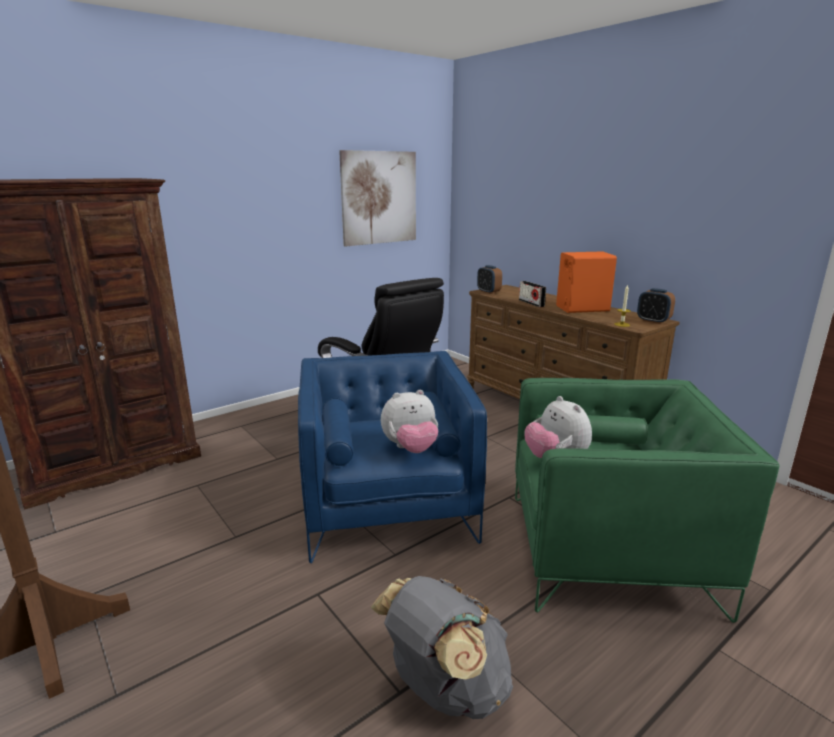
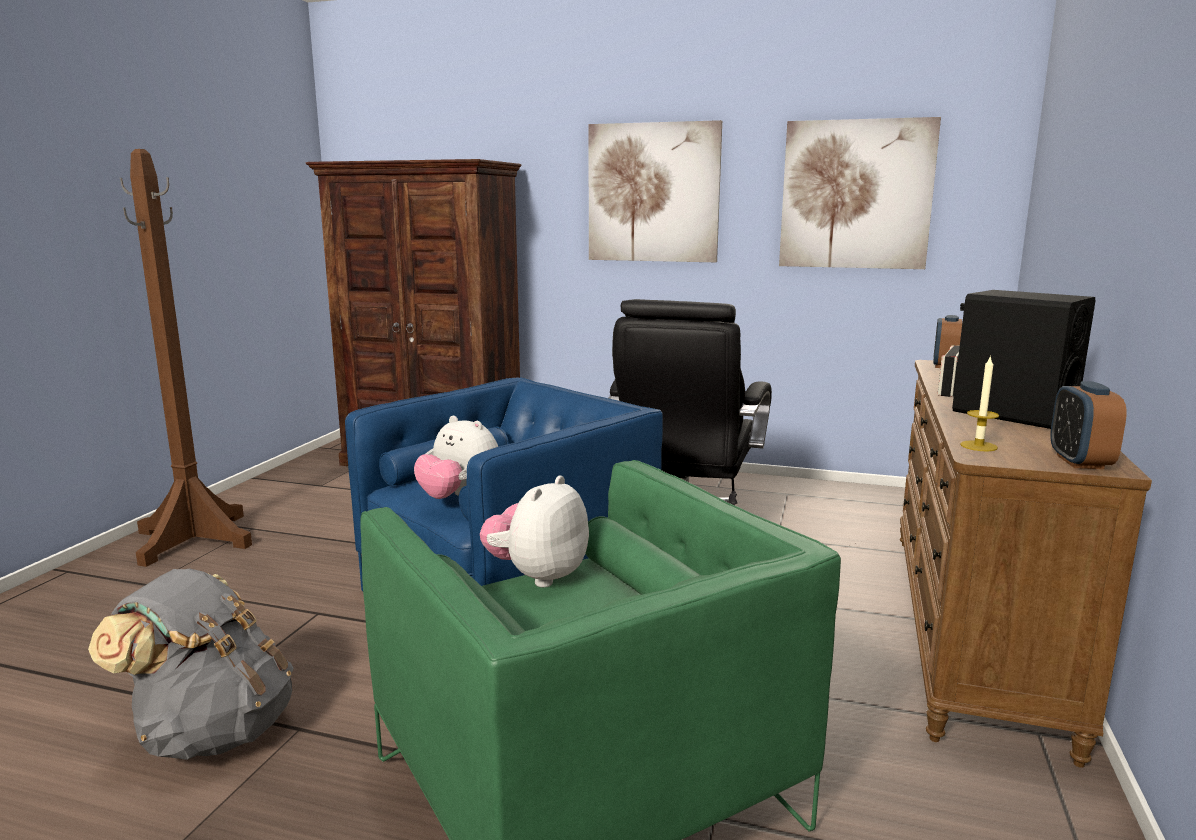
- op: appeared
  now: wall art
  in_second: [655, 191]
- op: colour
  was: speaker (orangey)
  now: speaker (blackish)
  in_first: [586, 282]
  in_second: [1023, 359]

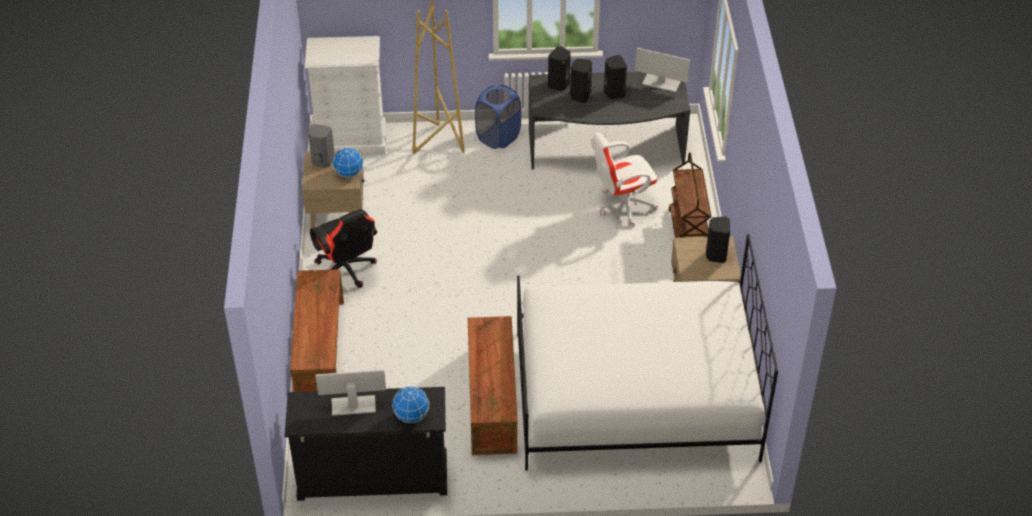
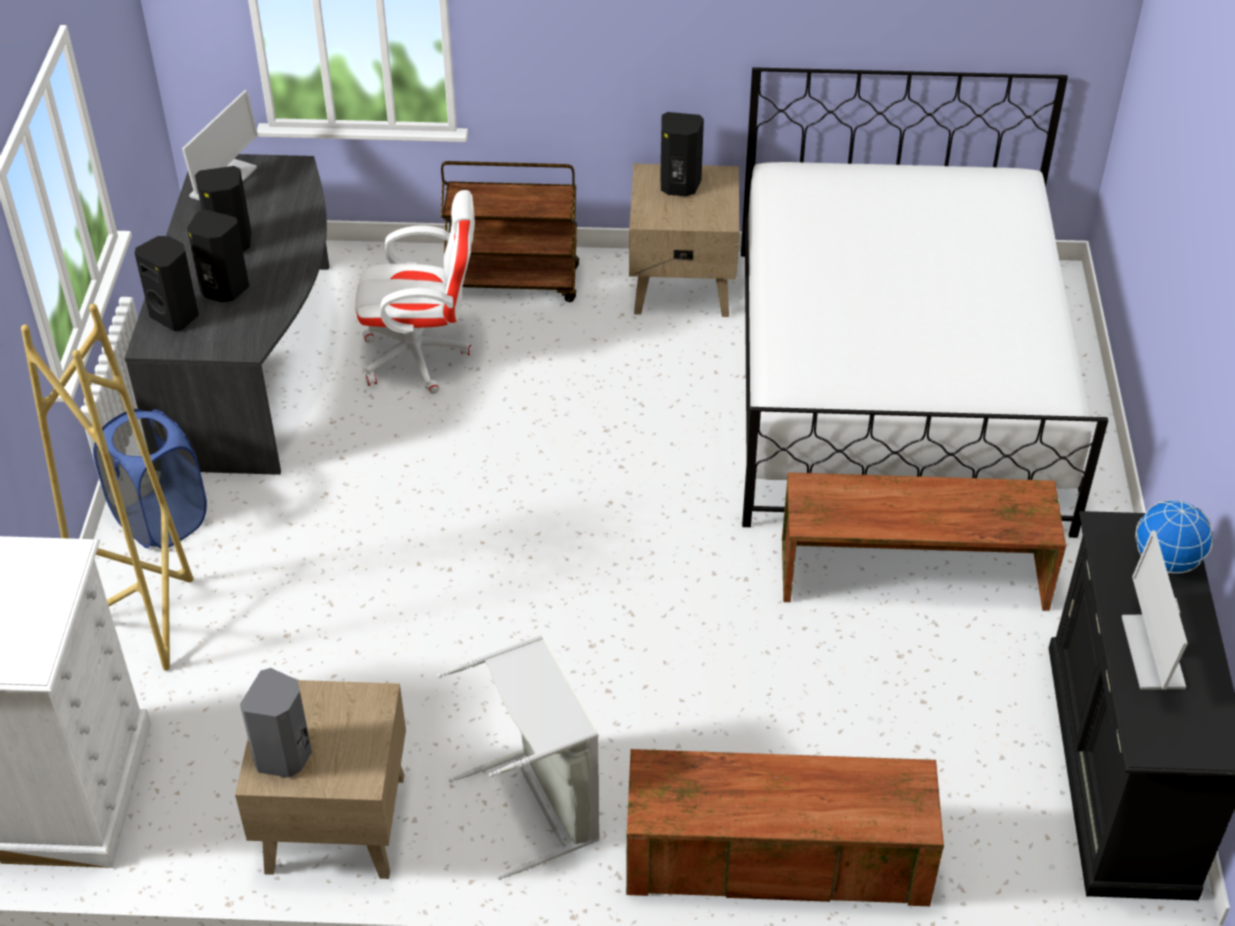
- op: spun
  was: office chair (white)
  in_first: [624, 180]
  in_second: [415, 292]
  clockwise: -75
- op: exchanged
  was: office chair (blackish)
  now: washing basket (greyish)
  in_first: [343, 248]
  in_second: [518, 757]
- op: missing
  was: desk globe
  in_first: [348, 162]

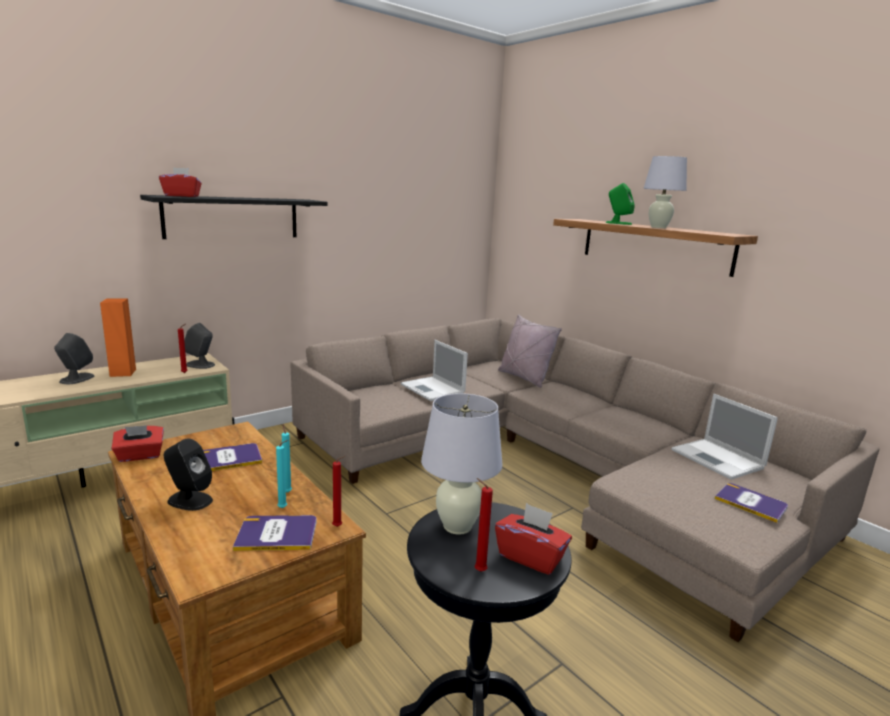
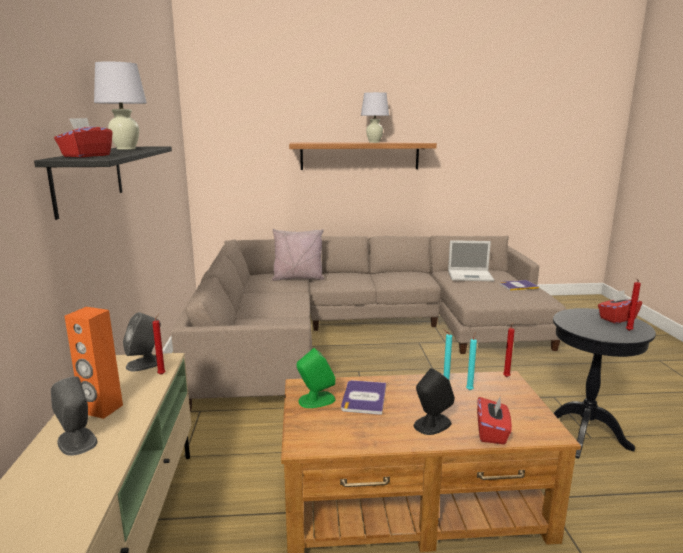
- op: relocated
  was: table lamp (white)
  in_first: [461, 464]
  in_second: [120, 105]
- op: relocated
  was: speaker (greenish)
  in_first: [620, 204]
  in_second: [316, 378]
- op: relocated
  was: tissue box (red-coloured)
  in_first: [137, 443]
  in_second: [494, 420]
- op: missing
  was: volume
  in_first: [275, 533]
- op: missing
  was: laptop
  in_first: [434, 370]

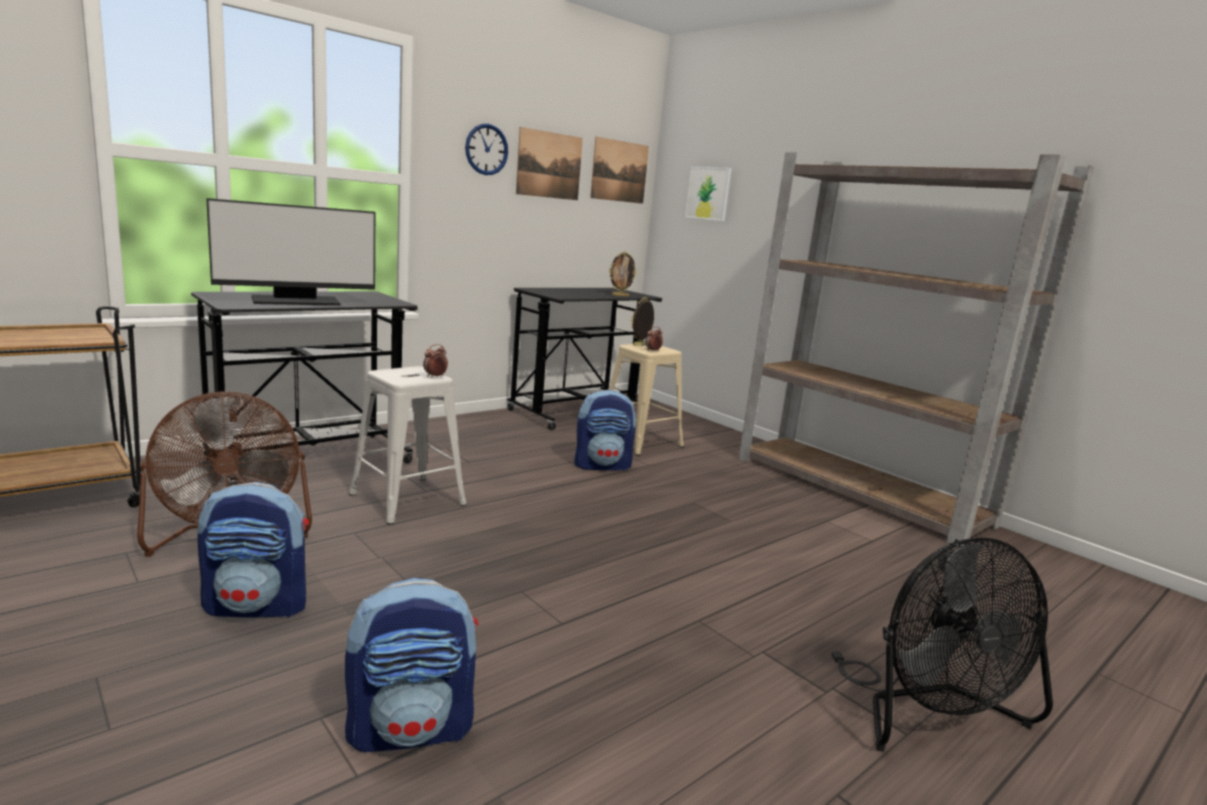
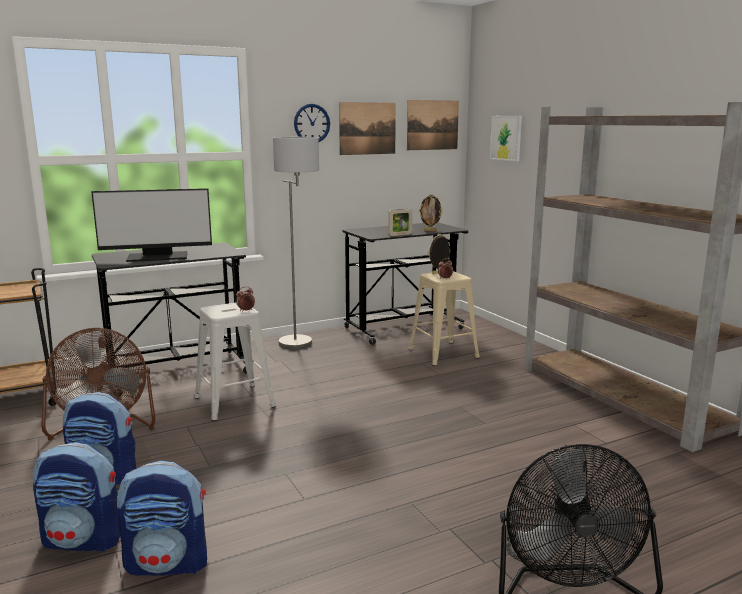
- op: relocated
  was: rucksack
  in_first: [605, 430]
  in_second: [76, 497]
- op: appeared
  now: standard lamp (greyish)
  in_second: [296, 243]
- op: appeared
  now: standing frame
  in_second: [400, 222]

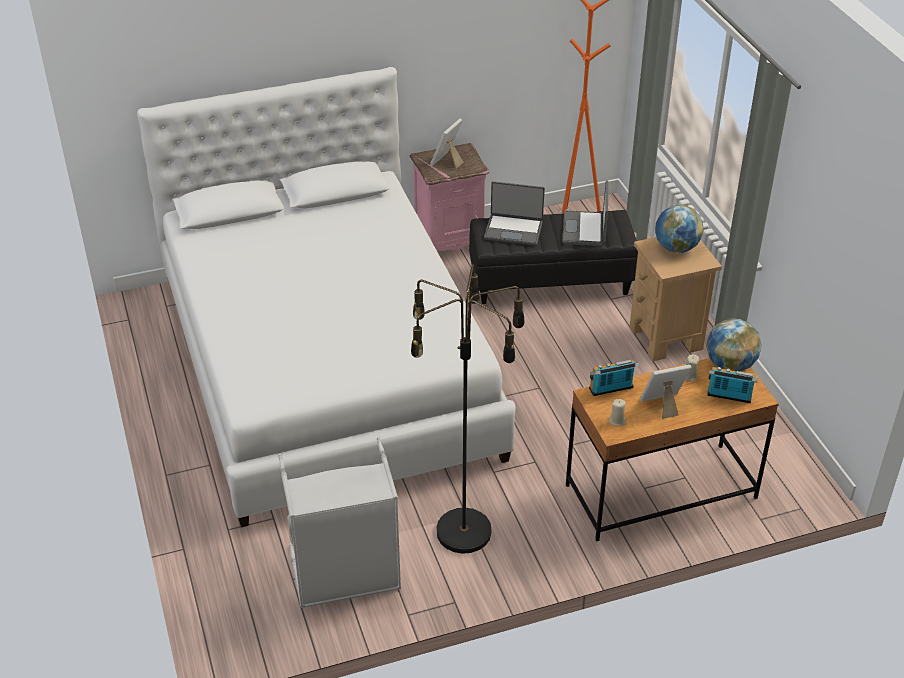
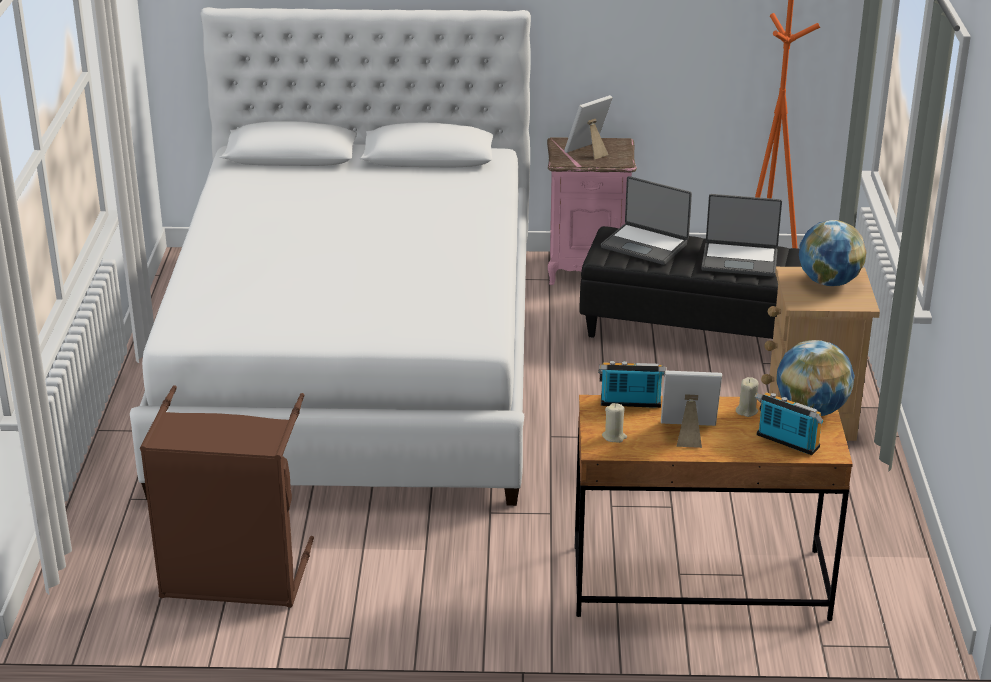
- op: colour
  was: washing basket (greyish)
  now: washing basket (brown)
  in_first: [339, 522]
  in_second: [227, 496]
- op: spun
  was: laptop
  in_first: [585, 213]
  in_second: [741, 235]
  clockwise: -105
- op: missing
  was: standard lamp
  in_first: [467, 409]

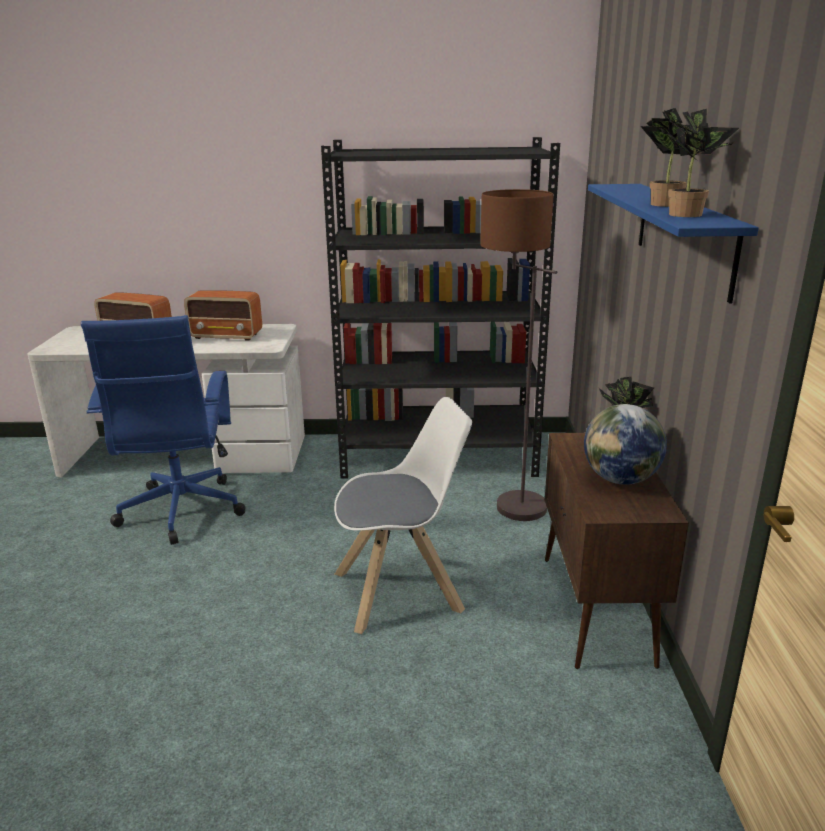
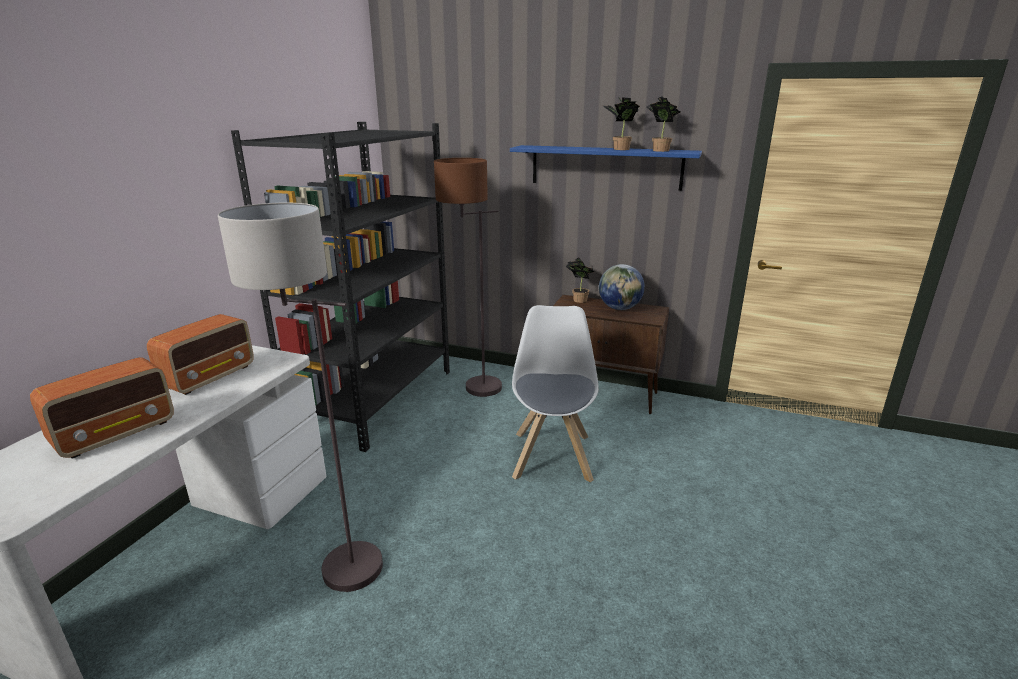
- op: exchanged
  was: office chair (blue-coloured)
  now: standard lamp (greyish)
  in_first: [163, 430]
  in_second: [300, 397]

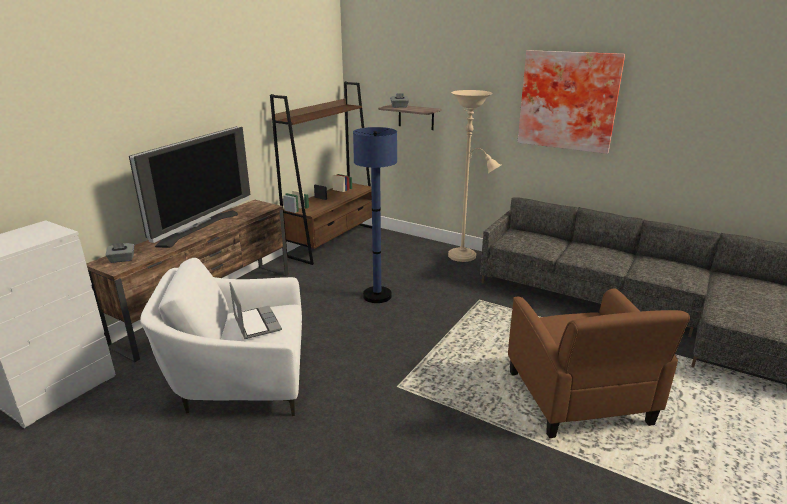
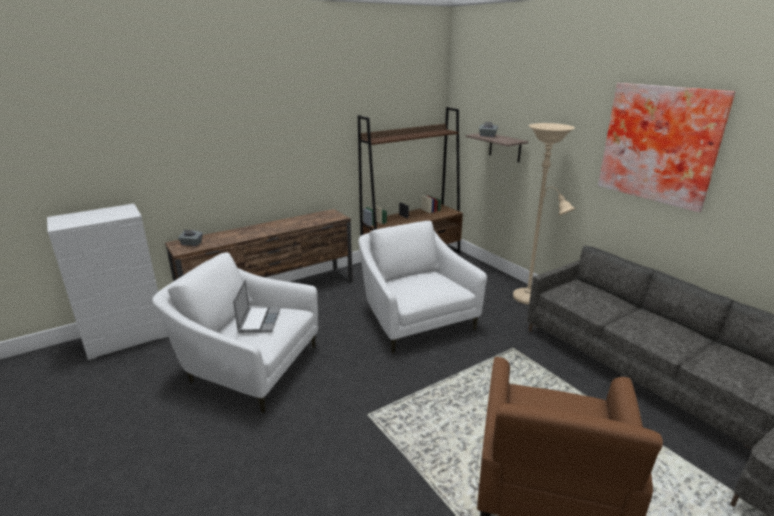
- op: exchanged
  was: standard lamp (blue-coloured)
  now: lounge chair (white)
  in_first: [375, 215]
  in_second: [422, 287]
- op: missing
  was: TV
  in_first: [189, 187]

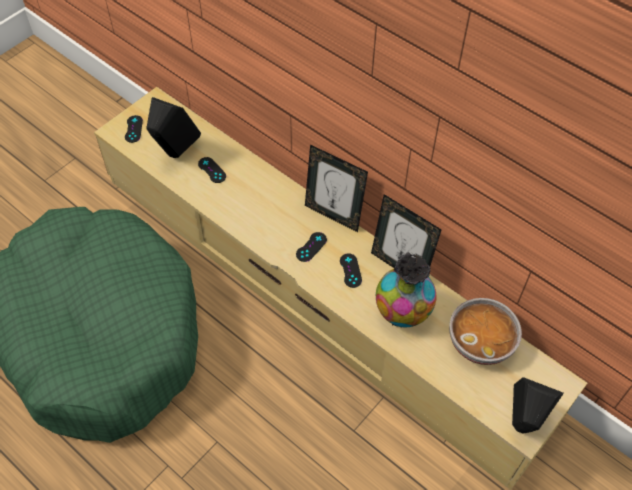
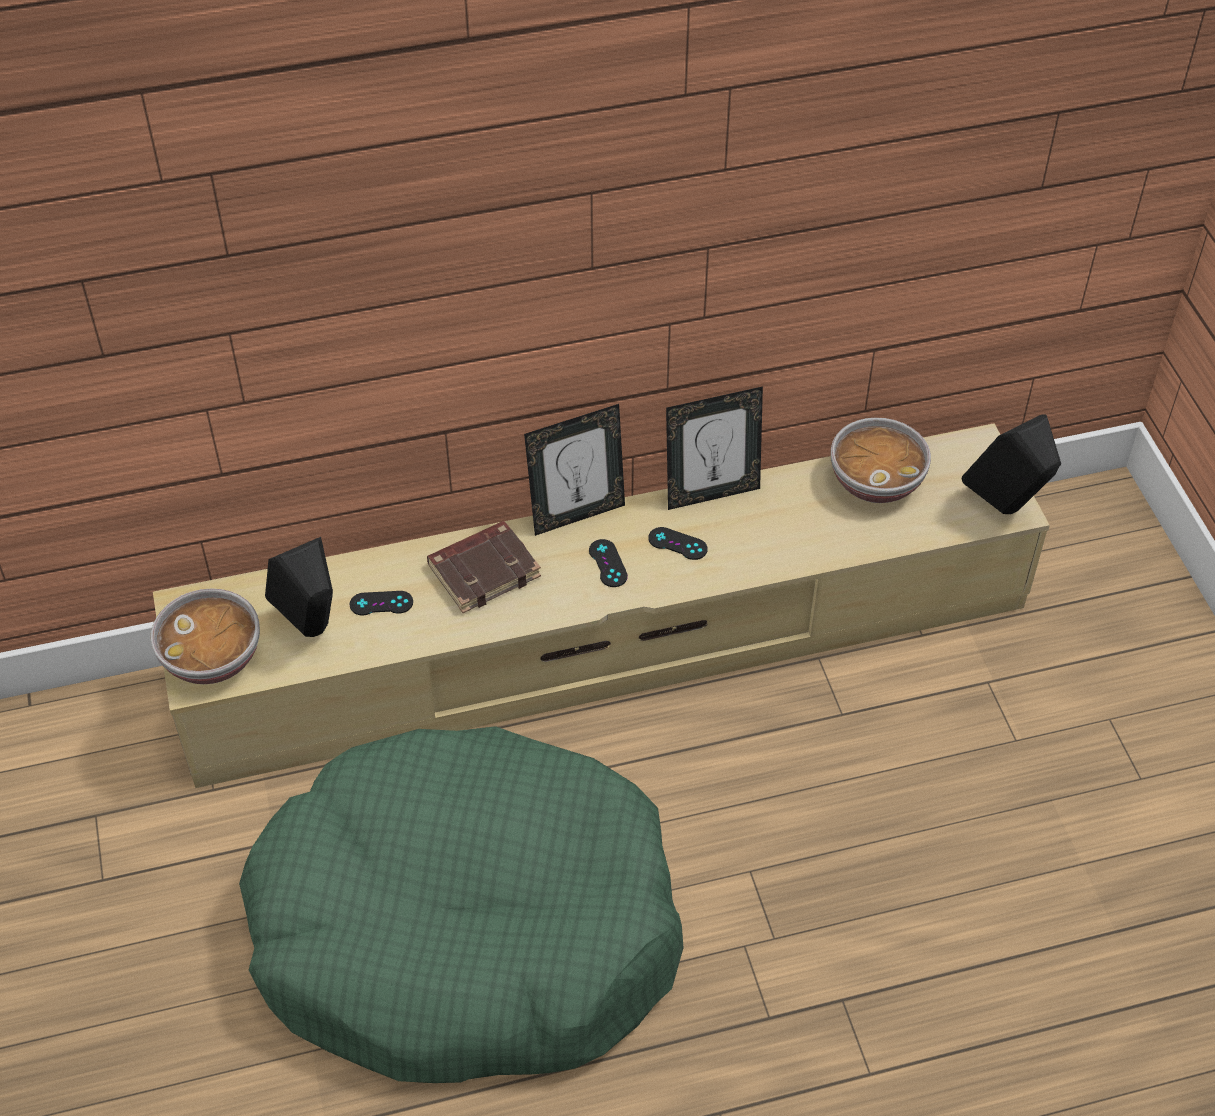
- op: exchanged
  was: game controller (blackish)
  now: deep dish
  in_first: [134, 129]
  in_second: [205, 636]
- op: appeared
  now: volume (brown)
  in_second: [484, 567]
- op: missing
  was: vase
  in_first: [406, 289]

